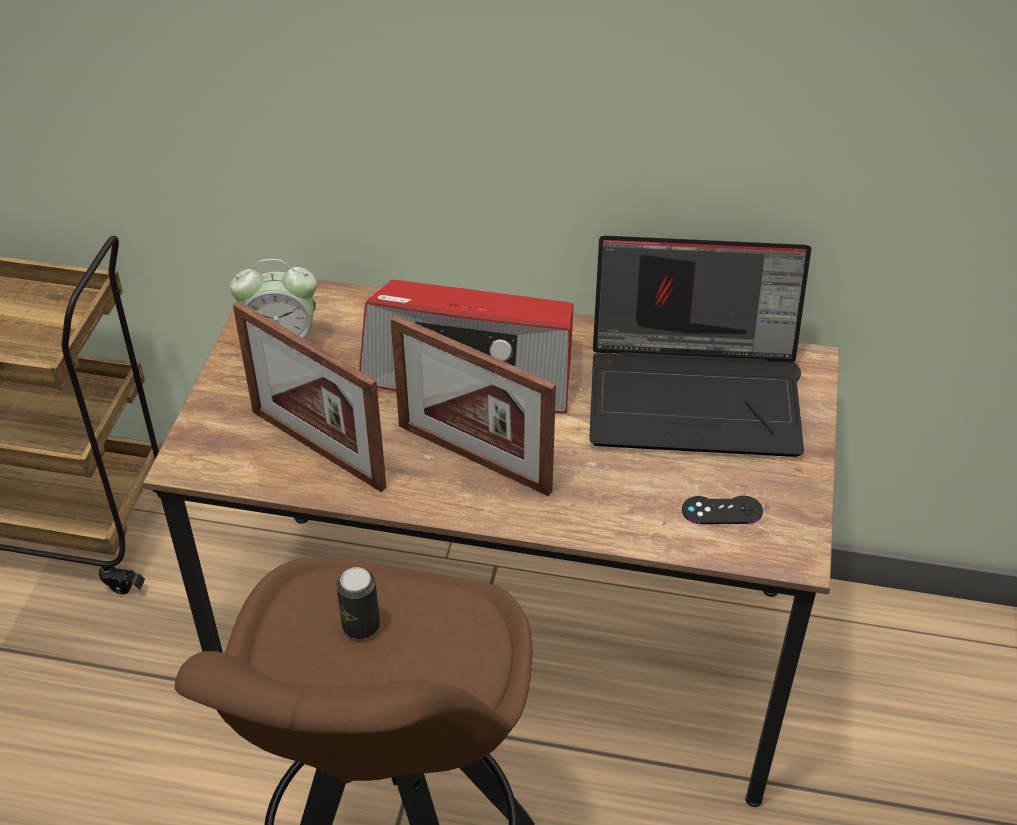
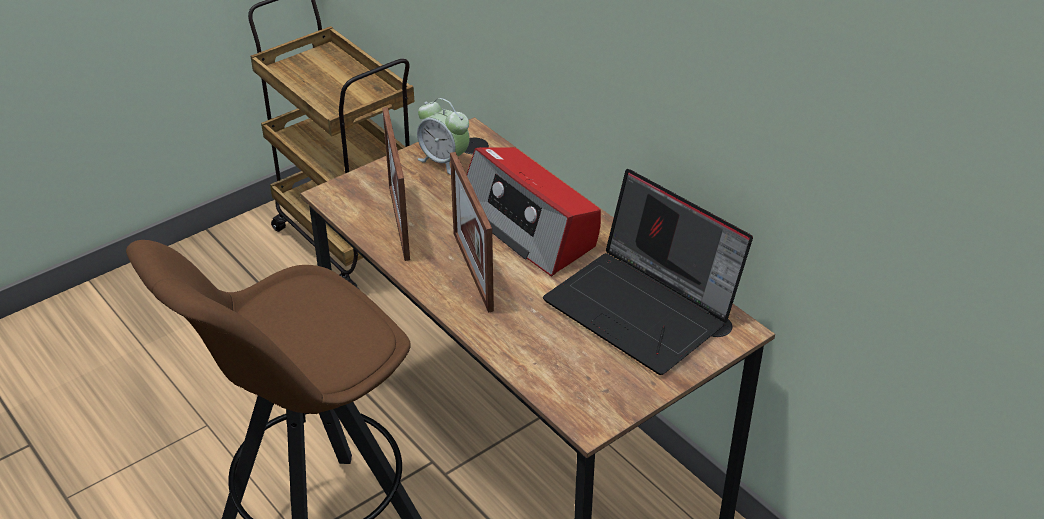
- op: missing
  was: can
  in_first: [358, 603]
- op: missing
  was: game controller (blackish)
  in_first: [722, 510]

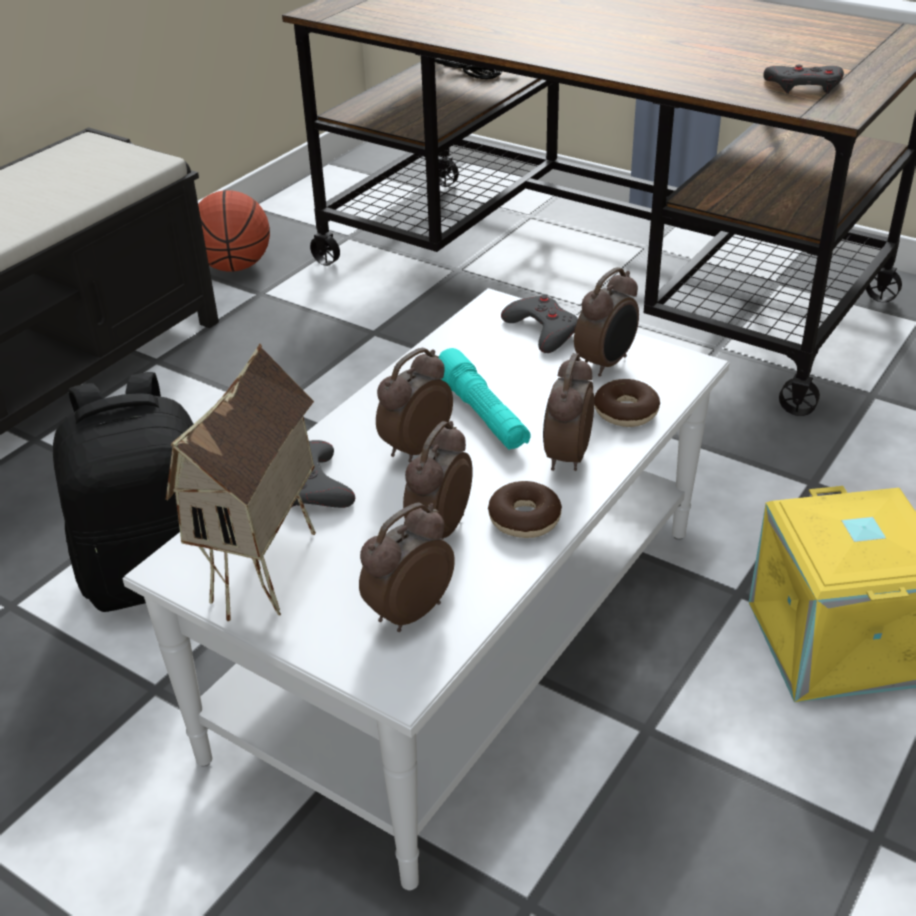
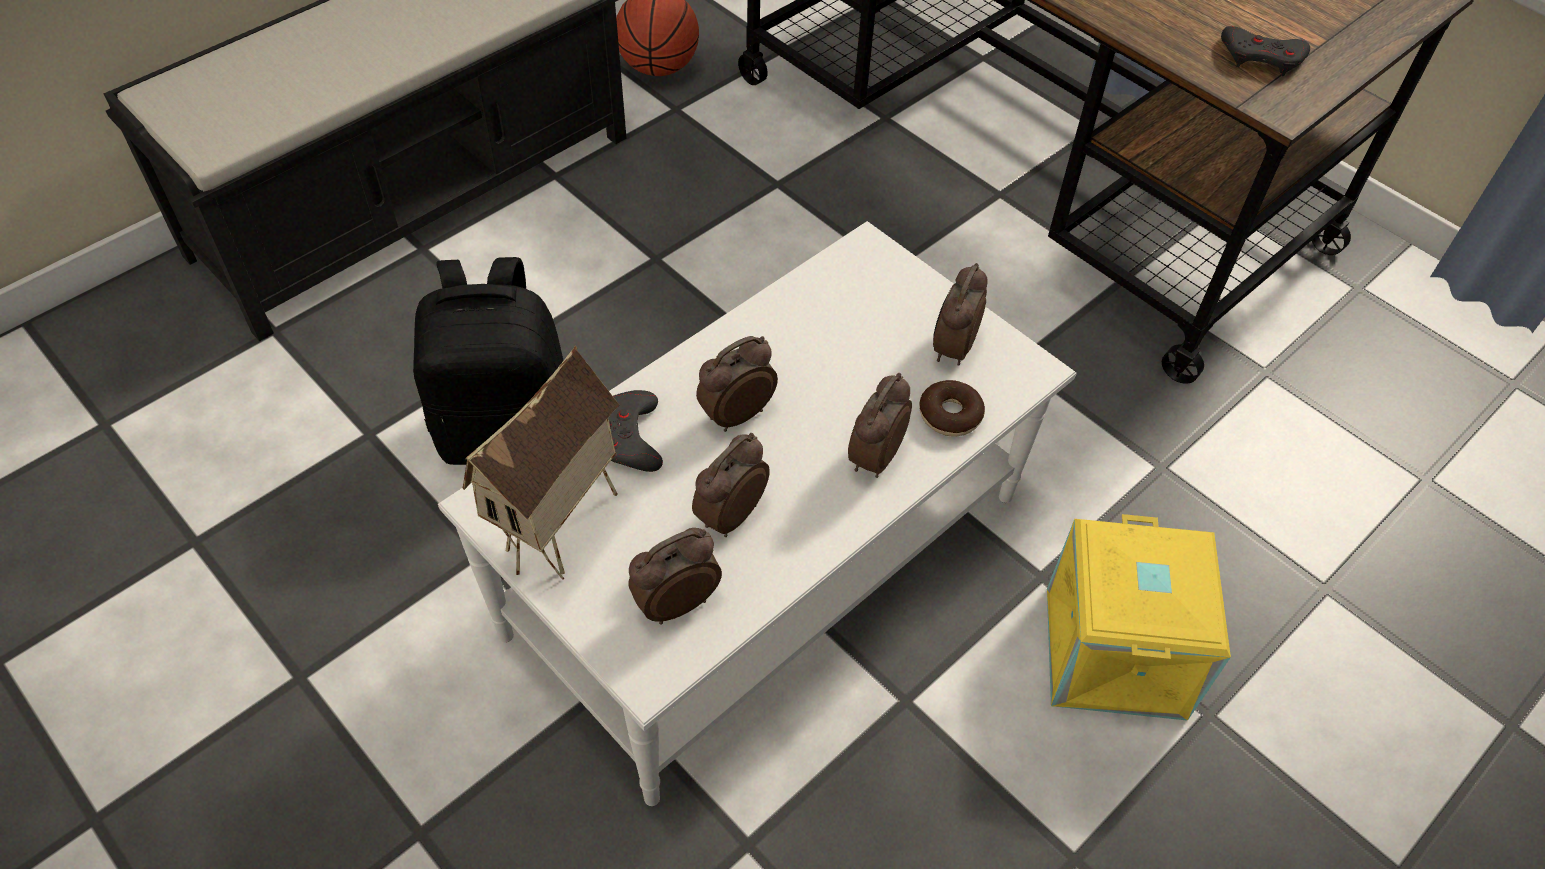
- op: spun
  was: alarm clock
  in_first: [606, 322]
  in_second: [960, 314]
  clockwise: 150
- op: missing
  was: hand torch (blue-green)
  in_first: [485, 399]
- op: missing
  was: ring doughnut
  in_first: [525, 509]
- op: missing
  was: game controller (greyish)
  in_first: [539, 324]

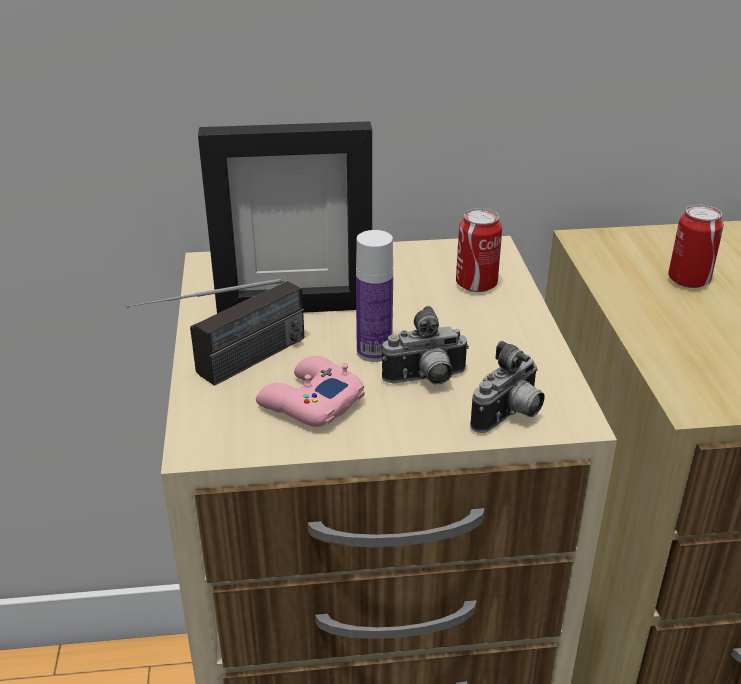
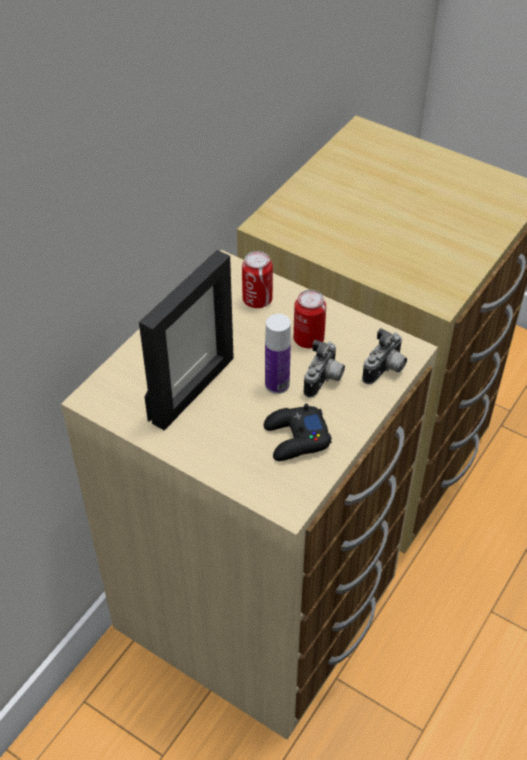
- op: colour
  was: game controller (pinkish)
  now: game controller (blackish)
  in_first: [310, 391]
  in_second: [298, 432]
- op: relocated
  was: can
  in_first: [696, 246]
  in_second: [309, 319]
- op: spun
  was: still camera
  in_first: [507, 387]
  in_second: [384, 356]
  clockwise: 45
- op: missing
  was: radio set
  in_first: [214, 332]

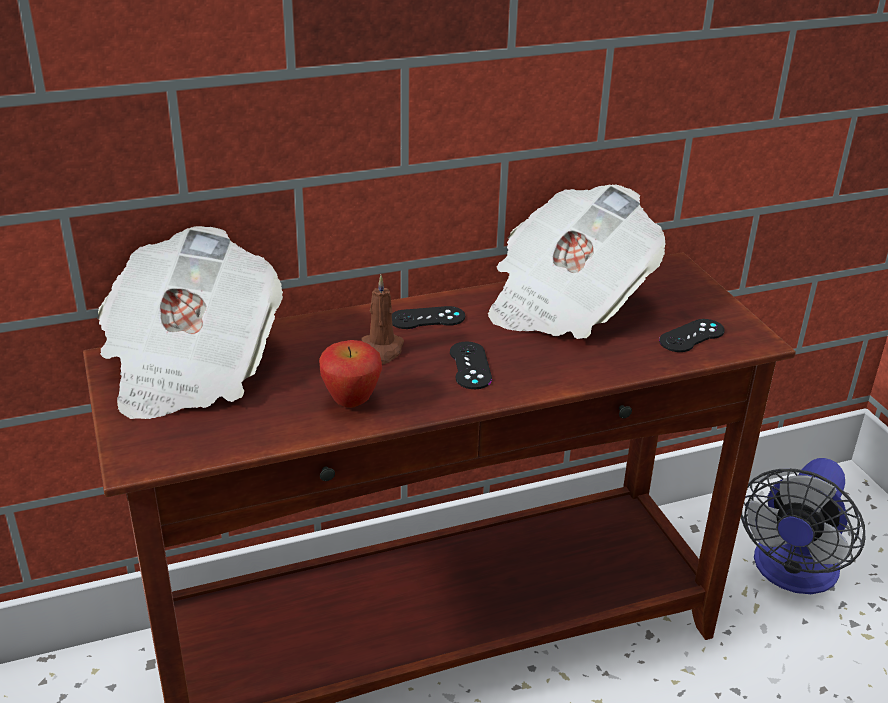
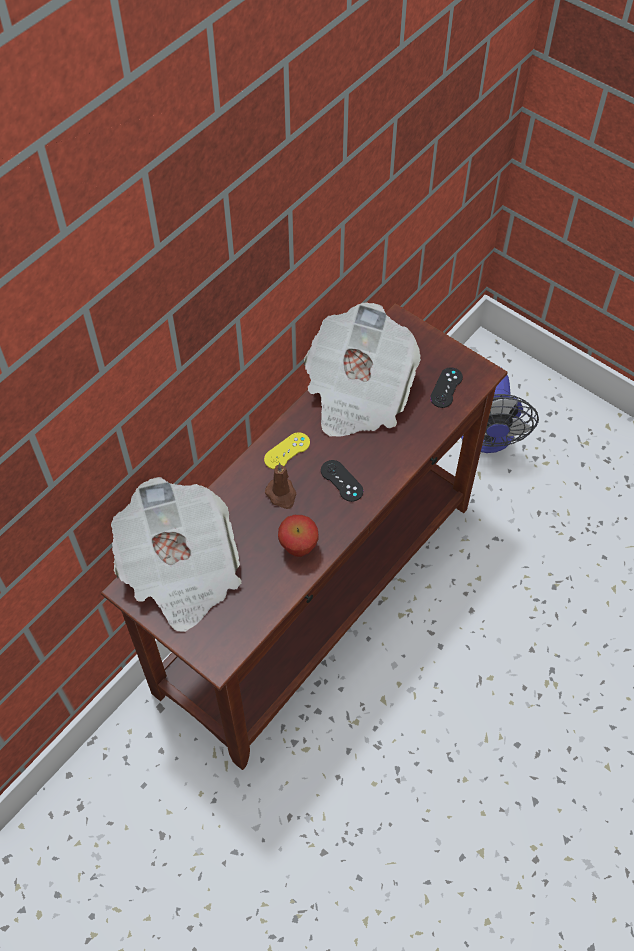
- op: colour
  was: game controller (blackish)
  now: game controller (yellow)
  in_first: [428, 317]
  in_second: [287, 450]

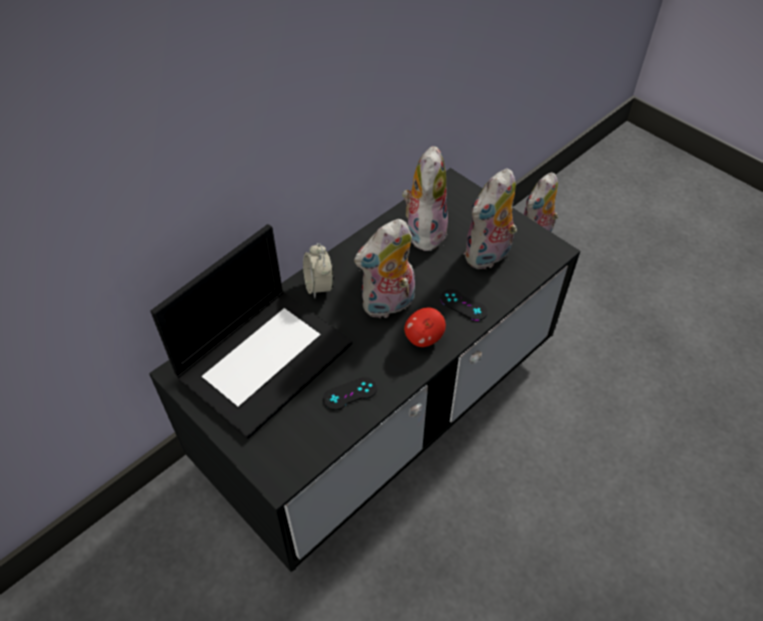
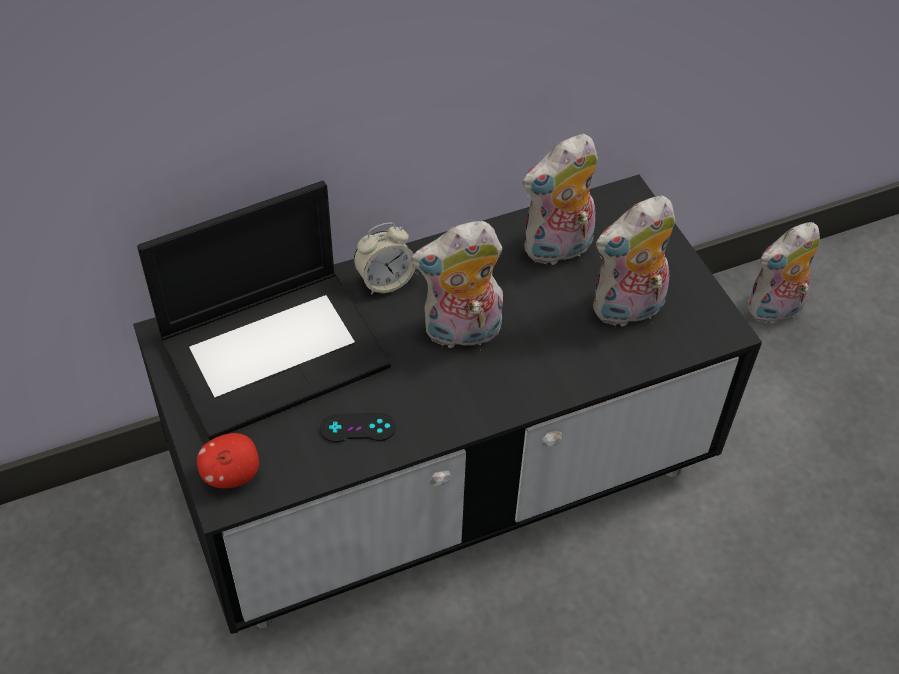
- op: relocated
  was: apple fruit
  in_first: [425, 327]
  in_second: [228, 460]
- op: spun
  was: alarm clock
  in_first: [318, 270]
  in_second: [384, 259]
  clockwise: -120
- op: spun
  was: cuddly toy
  in_first: [424, 198]
  in_second: [560, 200]
  clockwise: -150
- op: missing
  was: game controller (blackish)
  in_first: [464, 305]

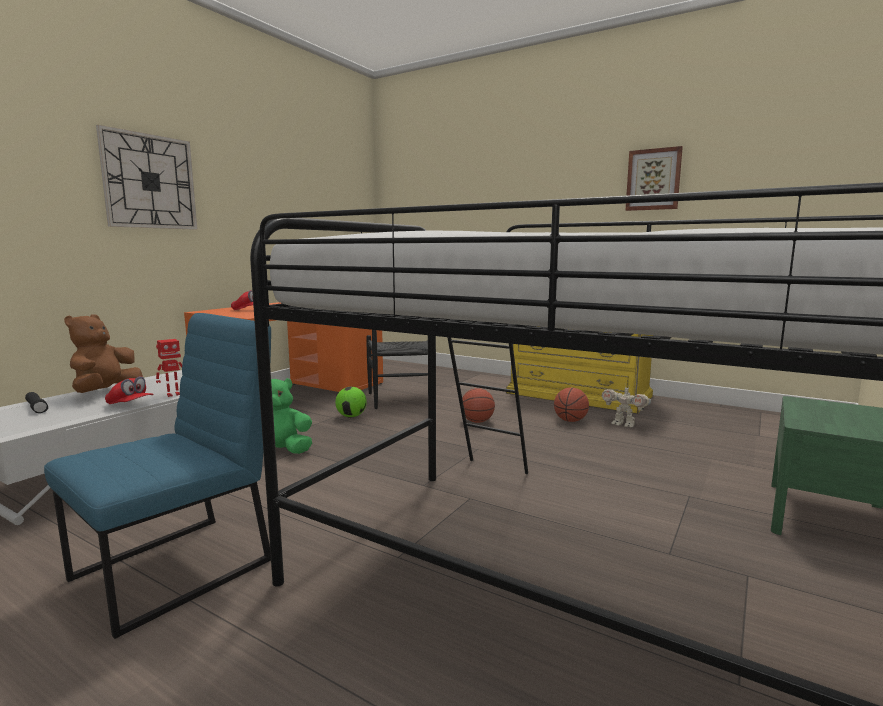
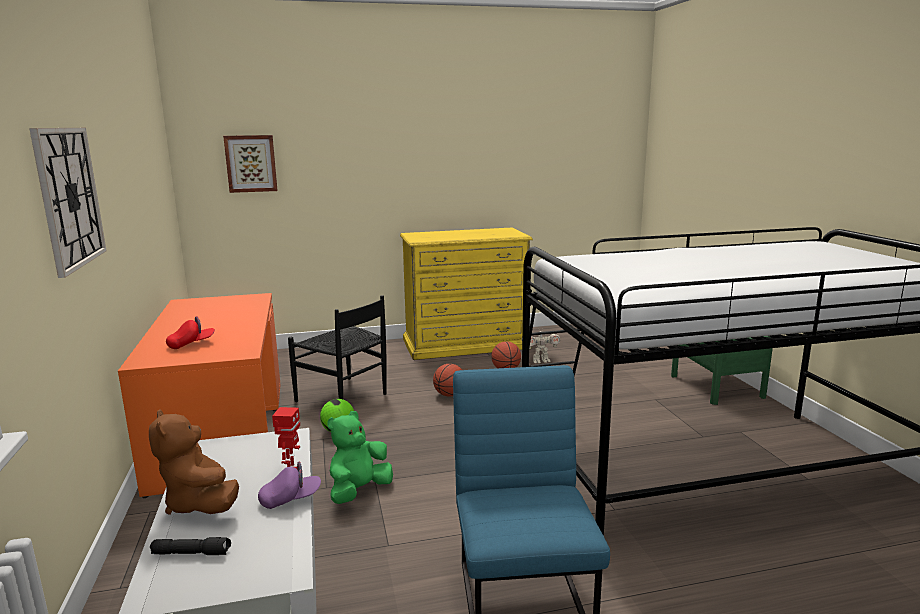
- op: relocated
  was: wall art
  in_first: [654, 178]
  in_second: [250, 164]
- op: colour
  was: baseball cap (red-coloured)
  now: baseball cap (purplish)
  in_first: [129, 390]
  in_second: [289, 485]

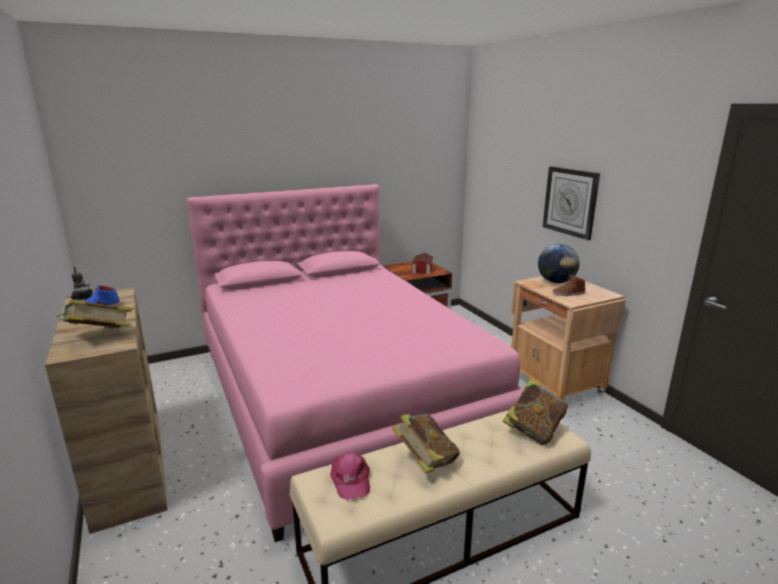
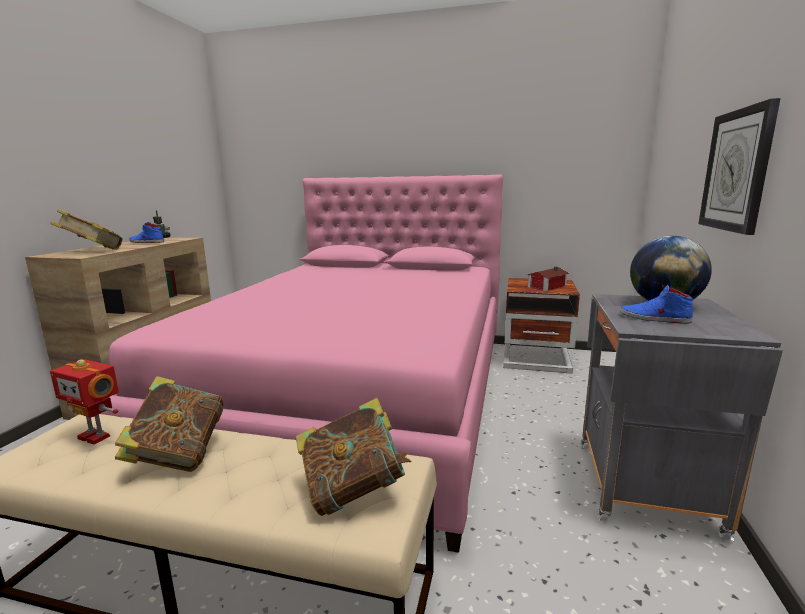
- op: exchanged
  was: baseball cap (pinkish)
  now: toy robot
  in_first: [350, 475]
  in_second: [84, 402]
- op: colour
  was: trolley (brown)
  now: trolley (greyish)
  in_first: [568, 338]
  in_second: [681, 417]
- op: colour
  was: shoe (brown)
  now: shoe (blue-coloured)
  in_first: [568, 285]
  in_second: [656, 304]

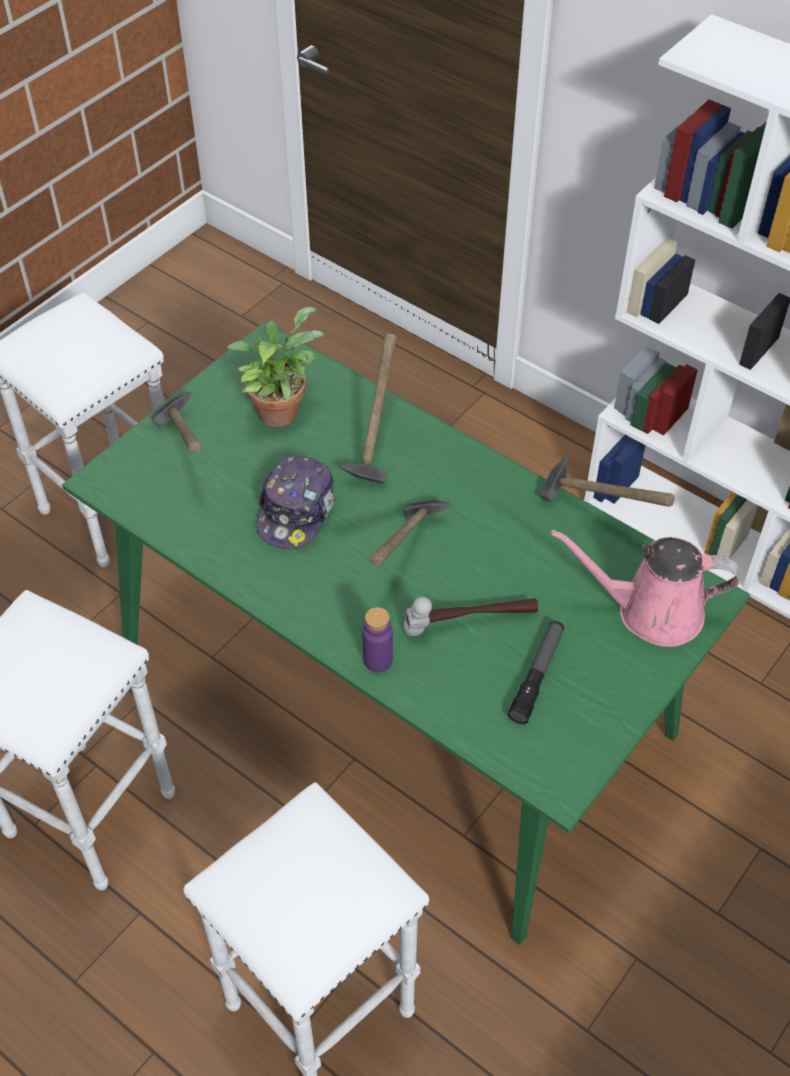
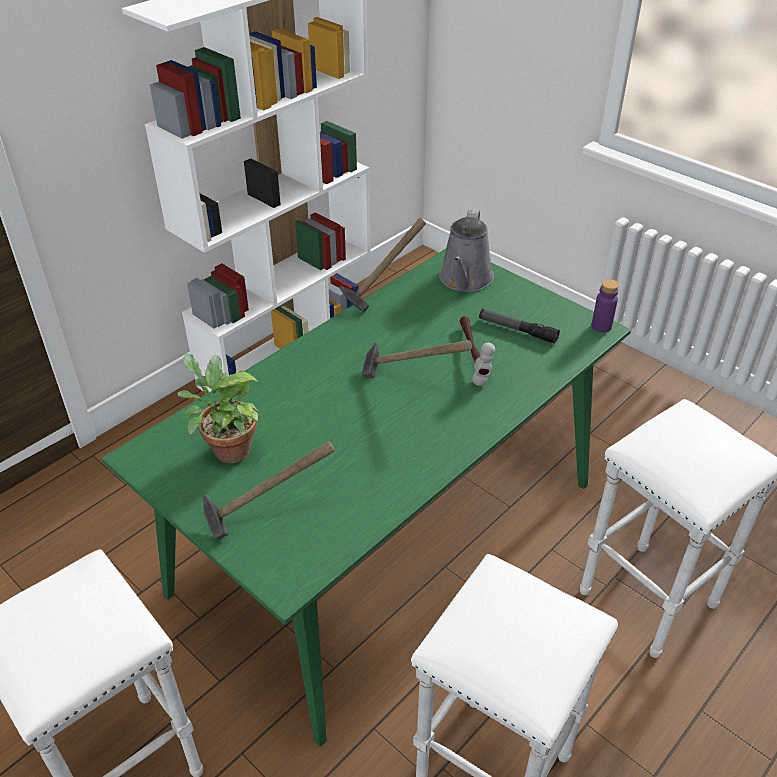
- op: colour
  was: sprinkling can (pinkish)
  now: sprinkling can (greyish)
  in_first: [645, 588]
  in_second: [466, 250]
- op: relocated
  was: drink bottle (purplish)
  in_first: [378, 639]
  in_second: [605, 306]
- op: missing
  was: baseball cap
  in_first: [296, 502]
- op: missing
  was: tool hammer
  in_first: [368, 408]

